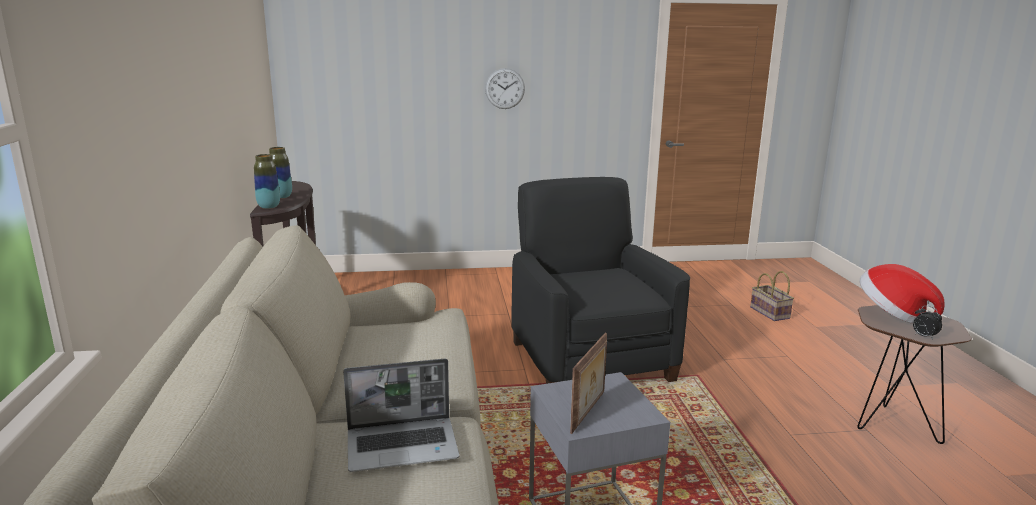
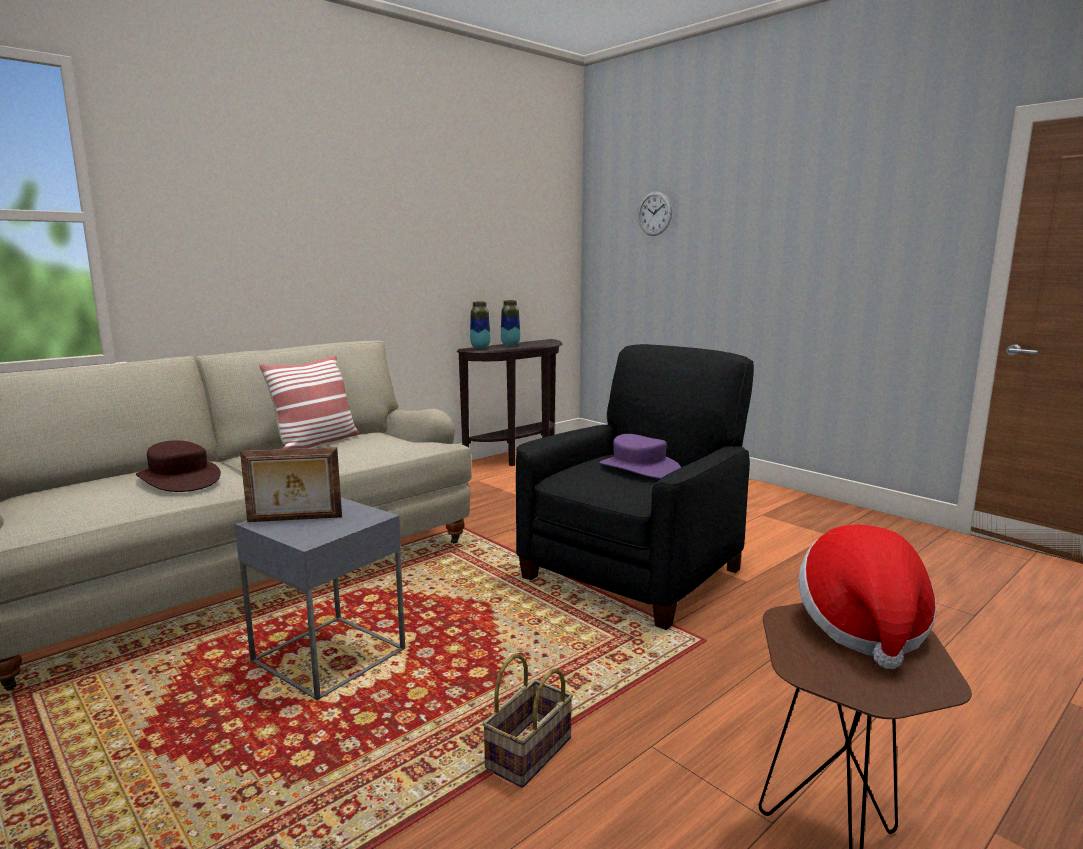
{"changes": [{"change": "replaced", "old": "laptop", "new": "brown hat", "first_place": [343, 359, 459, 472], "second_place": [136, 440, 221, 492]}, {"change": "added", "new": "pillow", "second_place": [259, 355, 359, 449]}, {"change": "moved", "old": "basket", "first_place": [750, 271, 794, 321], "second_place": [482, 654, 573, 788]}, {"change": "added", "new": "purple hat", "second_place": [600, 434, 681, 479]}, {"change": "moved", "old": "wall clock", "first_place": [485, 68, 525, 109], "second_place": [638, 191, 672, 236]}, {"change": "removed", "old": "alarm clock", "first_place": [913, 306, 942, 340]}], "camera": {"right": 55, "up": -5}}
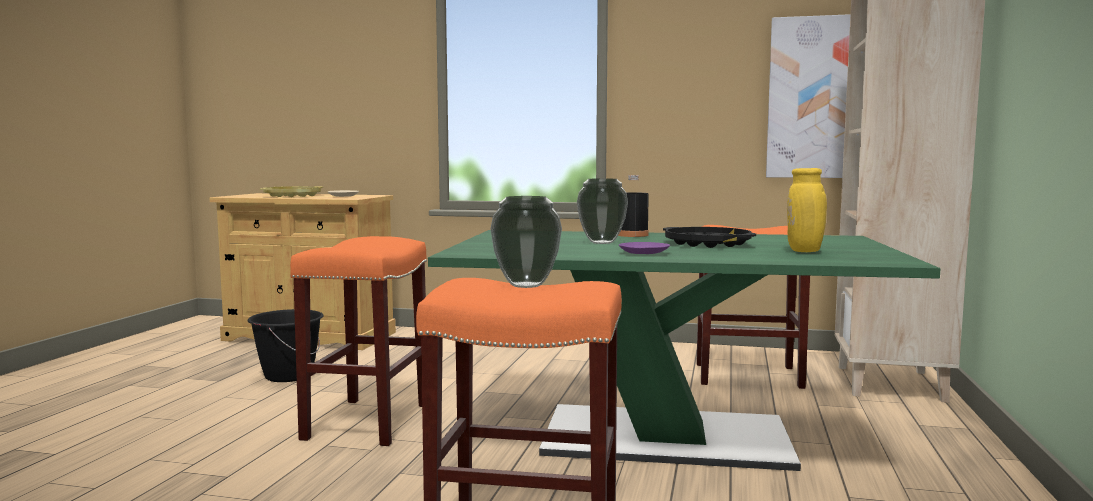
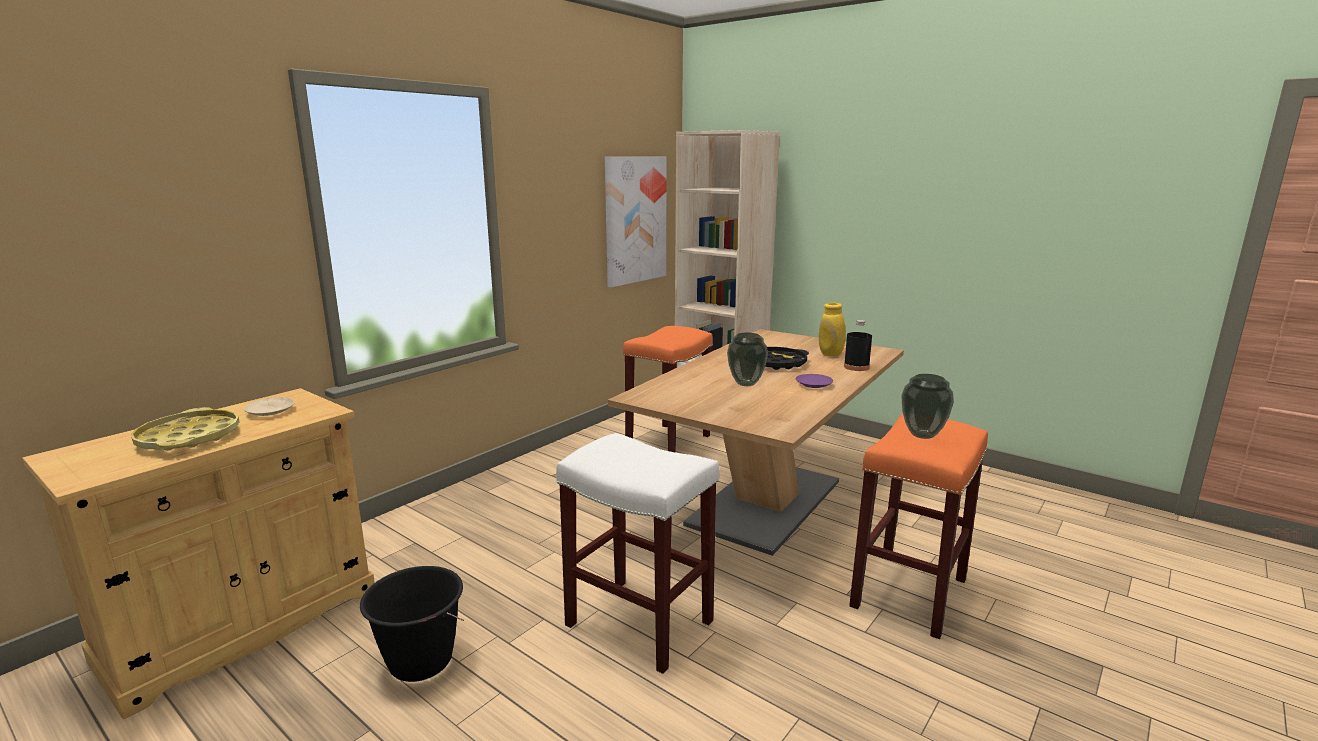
{"changes": [{"change": "recoloured", "old": "orange stool", "new": "white stool", "first_place": [290, 236, 427, 446], "second_place": [556, 433, 719, 674]}, {"change": "recoloured", "old": "green dining table", "new": "brown dining table", "first_place": [428, 230, 941, 471], "second_place": [608, 329, 904, 556]}, {"change": "moved", "old": "black bottle", "first_place": [618, 175, 649, 237], "second_place": [844, 320, 872, 371]}], "camera": {"right": -65, "up": 10}}
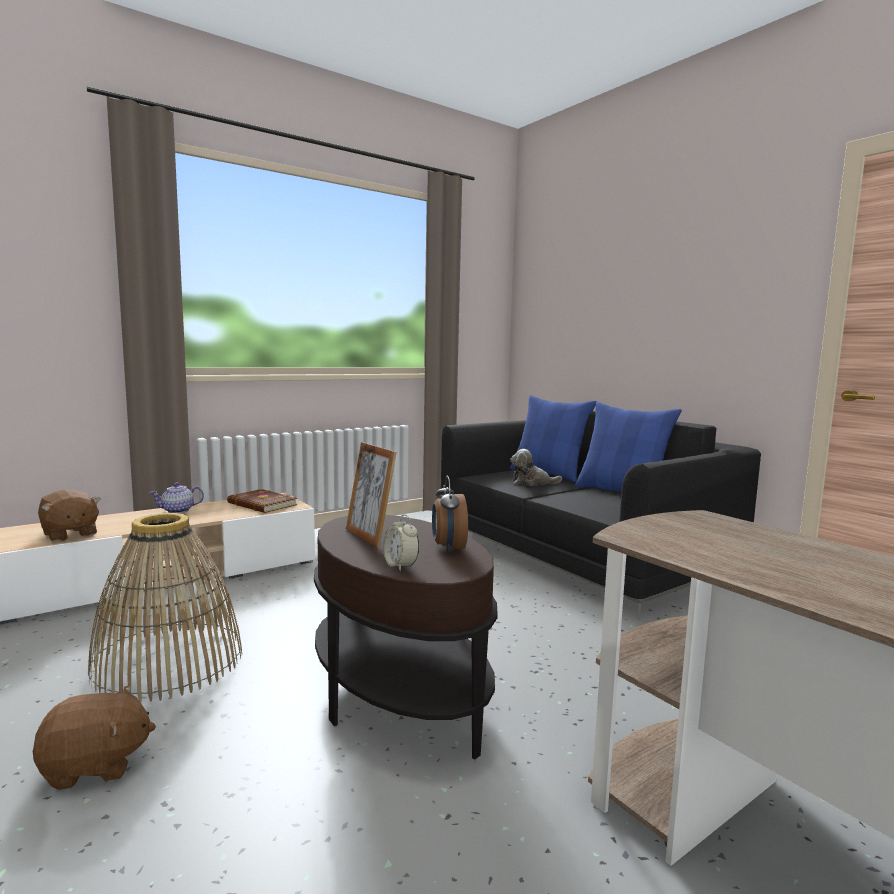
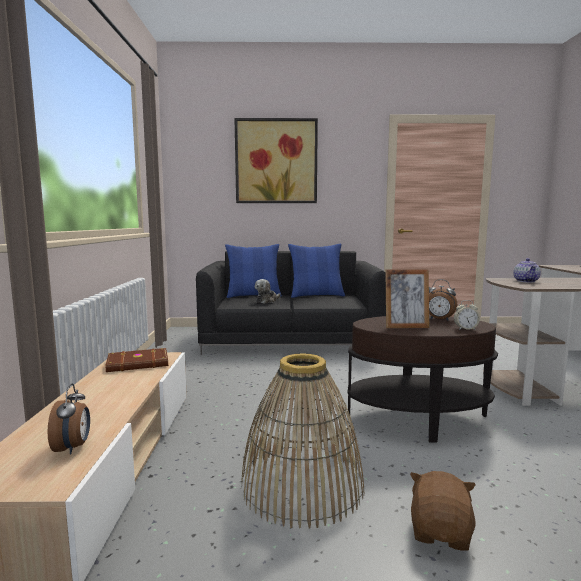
{"changes": [{"change": "replaced", "old": "brown plush toy", "new": "alarm clock", "first_place": [38, 490, 101, 542], "second_place": [48, 384, 90, 455]}, {"change": "added", "new": "picture", "second_place": [234, 118, 318, 203]}, {"change": "moved", "old": "teapot", "first_place": [150, 483, 204, 513], "second_place": [513, 258, 541, 282]}], "camera": {"right": -55, "up": 0}}
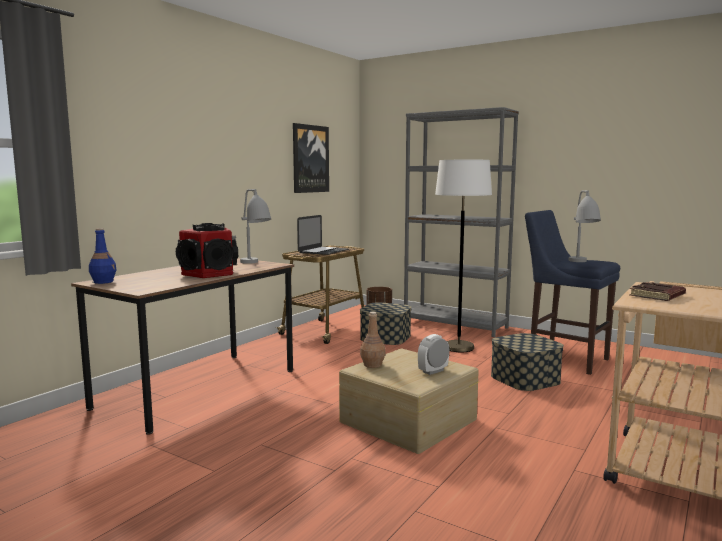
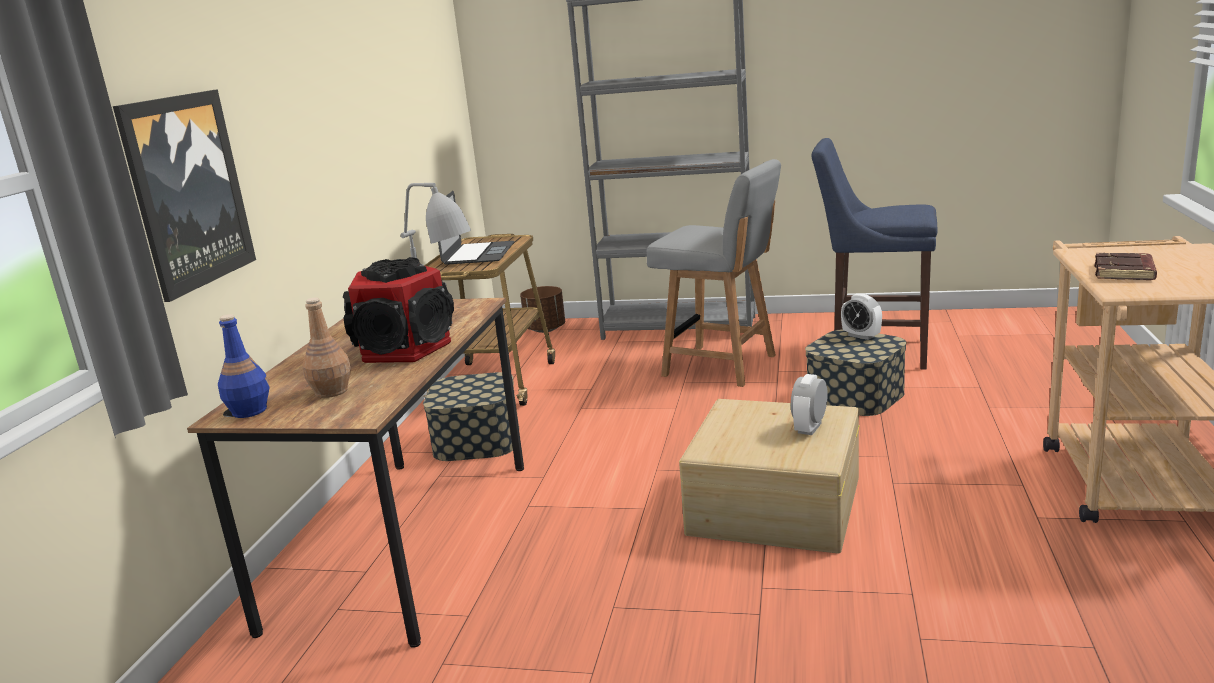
{"changes": [{"change": "moved", "old": "picture", "first_place": [293, 123, 329, 193], "second_place": [113, 89, 256, 302]}, {"change": "moved", "old": "brown bottle", "first_place": [360, 312, 386, 368], "second_place": [302, 297, 351, 398]}, {"change": "moved", "old": "storage box", "first_place": [360, 302, 411, 345], "second_place": [423, 372, 519, 461]}, {"change": "replaced", "old": "white floor lamp", "new": "grey chair", "first_place": [435, 159, 492, 352], "second_place": [646, 159, 781, 387]}, {"change": "added", "new": "alarm clock", "second_place": [841, 293, 882, 340]}, {"change": "removed", "old": "grey table lamp", "first_place": [569, 190, 601, 262]}], "camera": {"right": -20, "up": 10}}
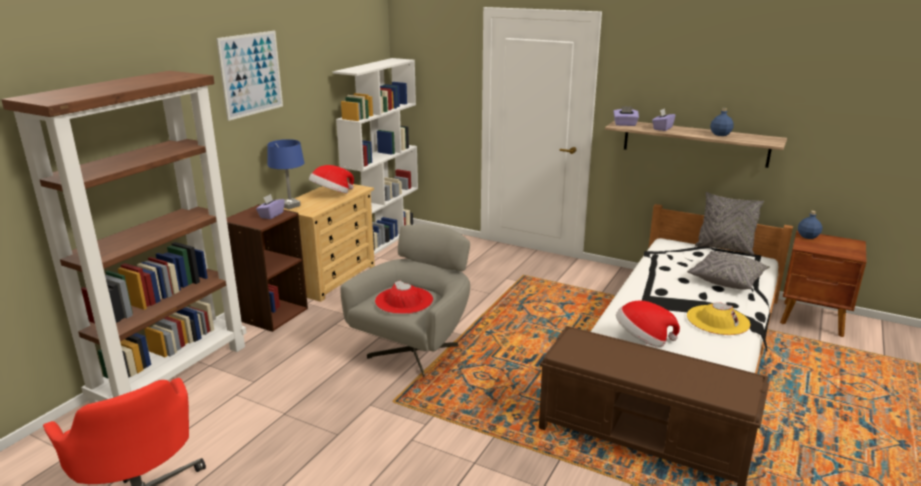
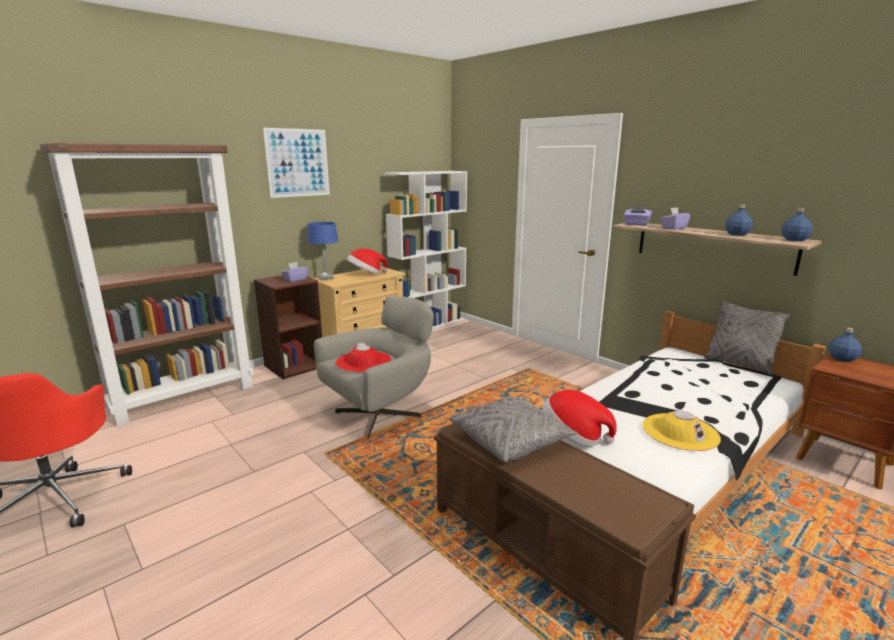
{"changes": [{"change": "moved", "old": "grey pillow", "first_place": [687, 251, 770, 290], "second_place": [449, 396, 578, 463]}, {"change": "added", "new": "blue bottle", "second_place": [781, 208, 813, 241]}], "camera": {"right": 20, "up": -5}}
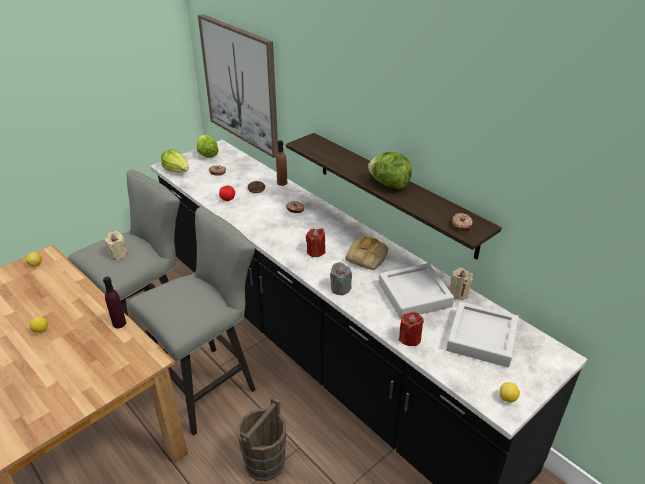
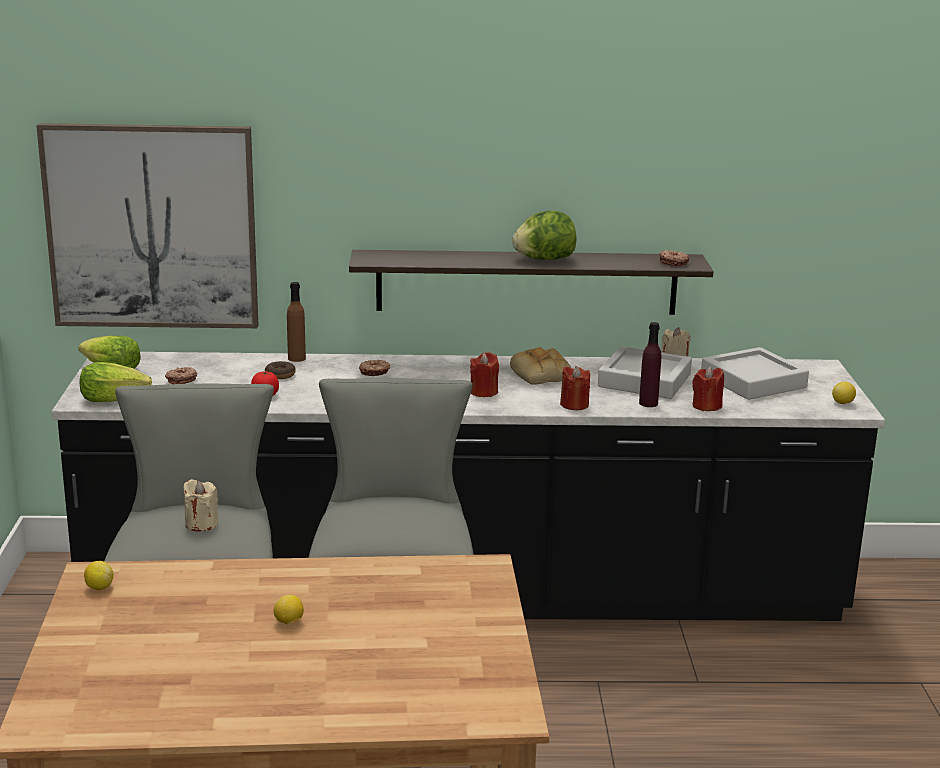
{"changes": [{"change": "recoloured", "old": "grey candle", "new": "red candle", "first_place": [330, 262, 352, 295], "second_place": [560, 366, 590, 410]}, {"change": "moved", "old": "purple bottle", "first_place": [103, 277, 126, 328], "second_place": [639, 322, 661, 407]}, {"change": "removed", "old": "brown bucket", "first_place": [237, 397, 286, 481]}], "camera": {"right": -50, "up": -15}}
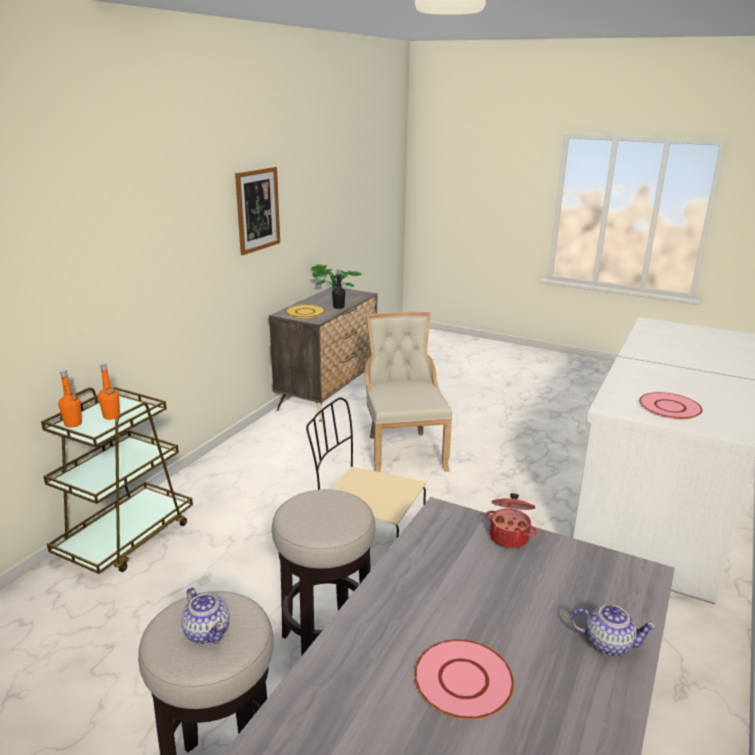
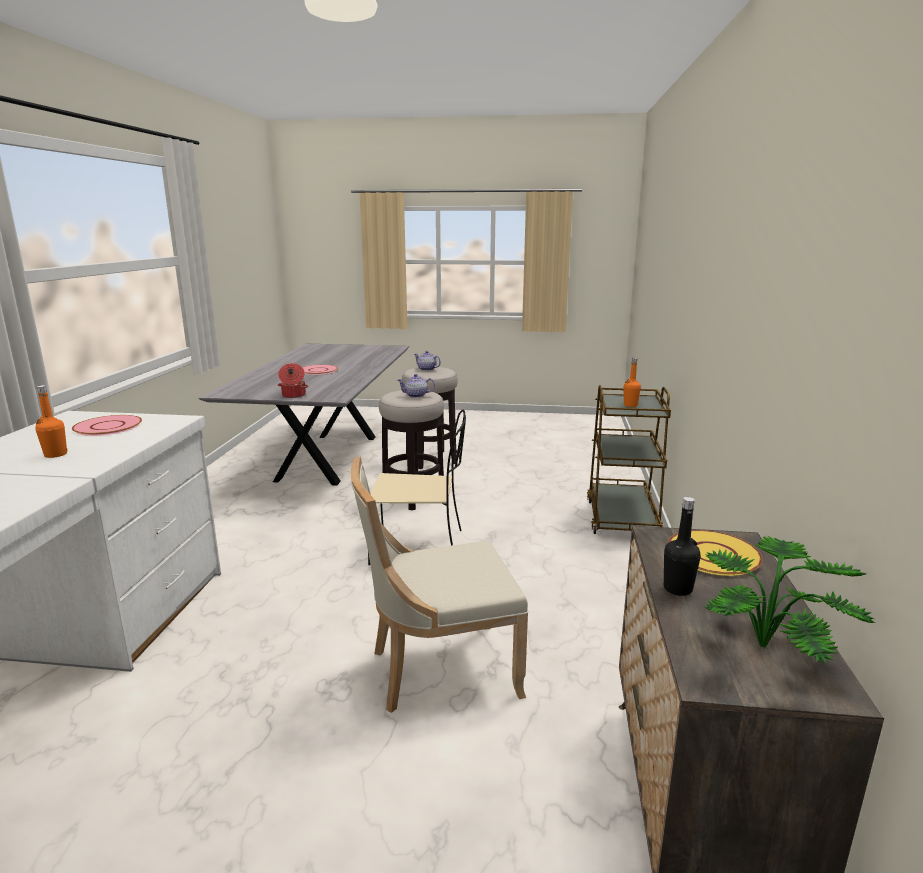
{"changes": [{"change": "moved", "old": "orange bottle", "first_place": [58, 370, 82, 427], "second_place": [35, 385, 67, 458]}, {"change": "turned", "old": "beige chair", "first_place": [365, 312, 452, 472], "second_place": [351, 457, 528, 713], "degrees": 105}, {"change": "moved", "old": "teapot", "first_place": [571, 605, 656, 656], "second_place": [397, 374, 435, 398]}, {"change": "removed", "old": "picture", "first_place": [235, 167, 280, 255]}], "camera": {"right": 160, "up": -5}}
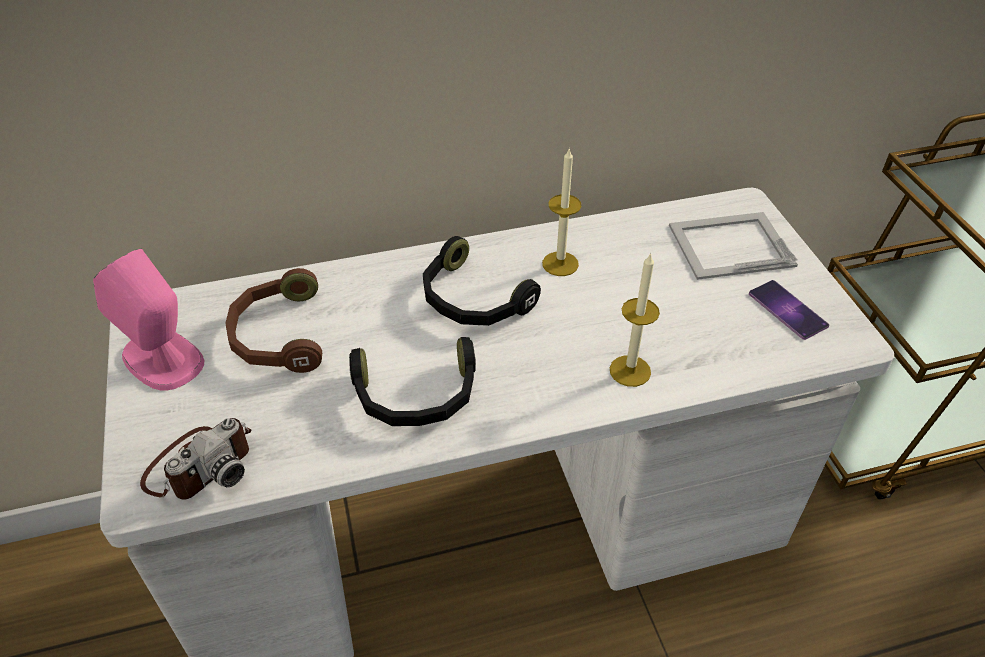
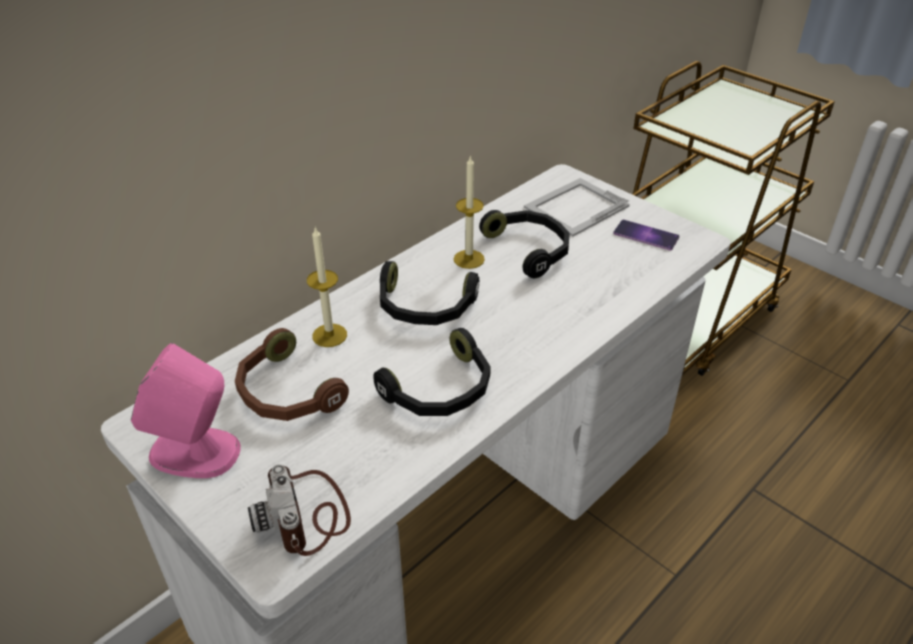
{"changes": [{"change": "turned", "old": "photo camera", "first_place": [140, 418, 251, 500], "second_place": [248, 464, 351, 556], "degrees": 150}, {"change": "moved", "old": "candle", "first_place": [610, 253, 660, 387], "second_place": [307, 226, 347, 347]}, {"change": "added", "new": "black headphones", "second_place": [479, 210, 570, 278]}], "camera": {"right": -30, "up": -5}}
